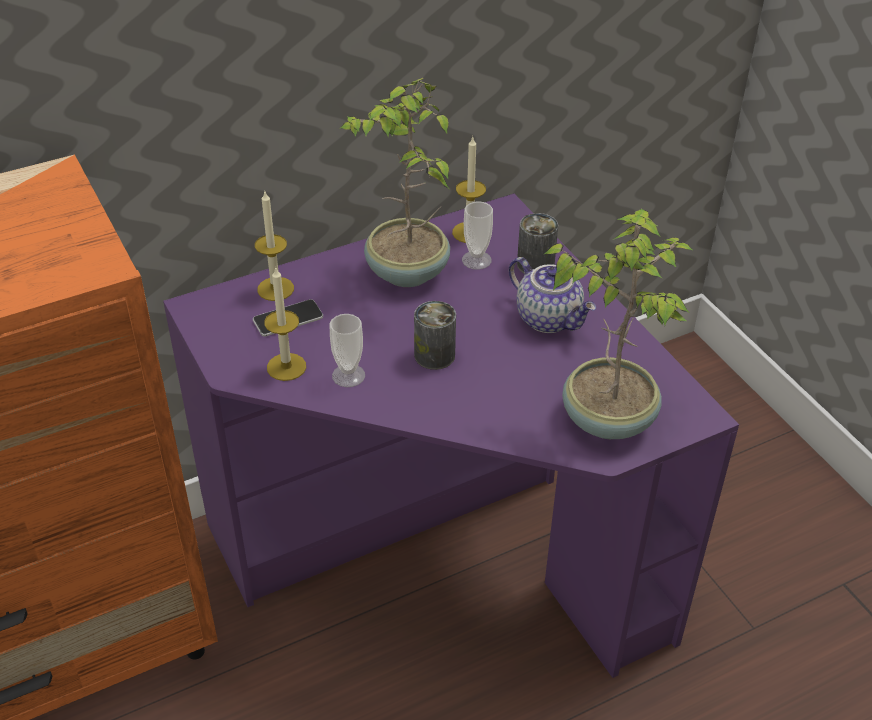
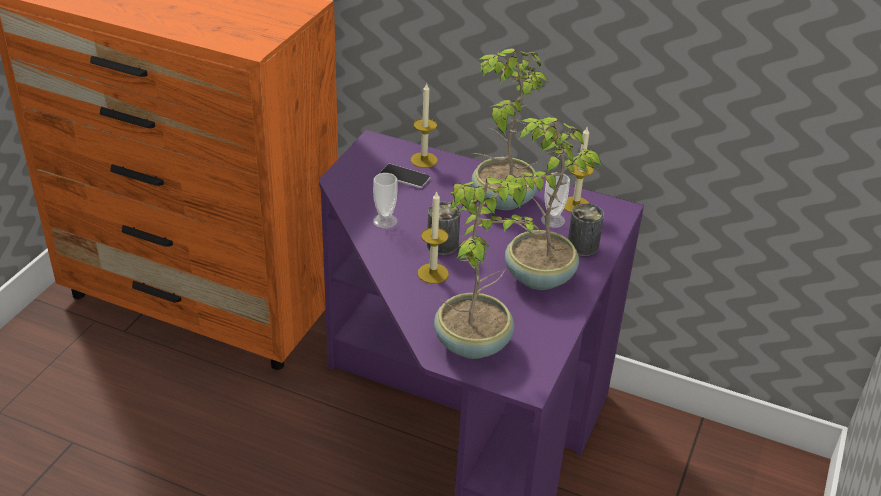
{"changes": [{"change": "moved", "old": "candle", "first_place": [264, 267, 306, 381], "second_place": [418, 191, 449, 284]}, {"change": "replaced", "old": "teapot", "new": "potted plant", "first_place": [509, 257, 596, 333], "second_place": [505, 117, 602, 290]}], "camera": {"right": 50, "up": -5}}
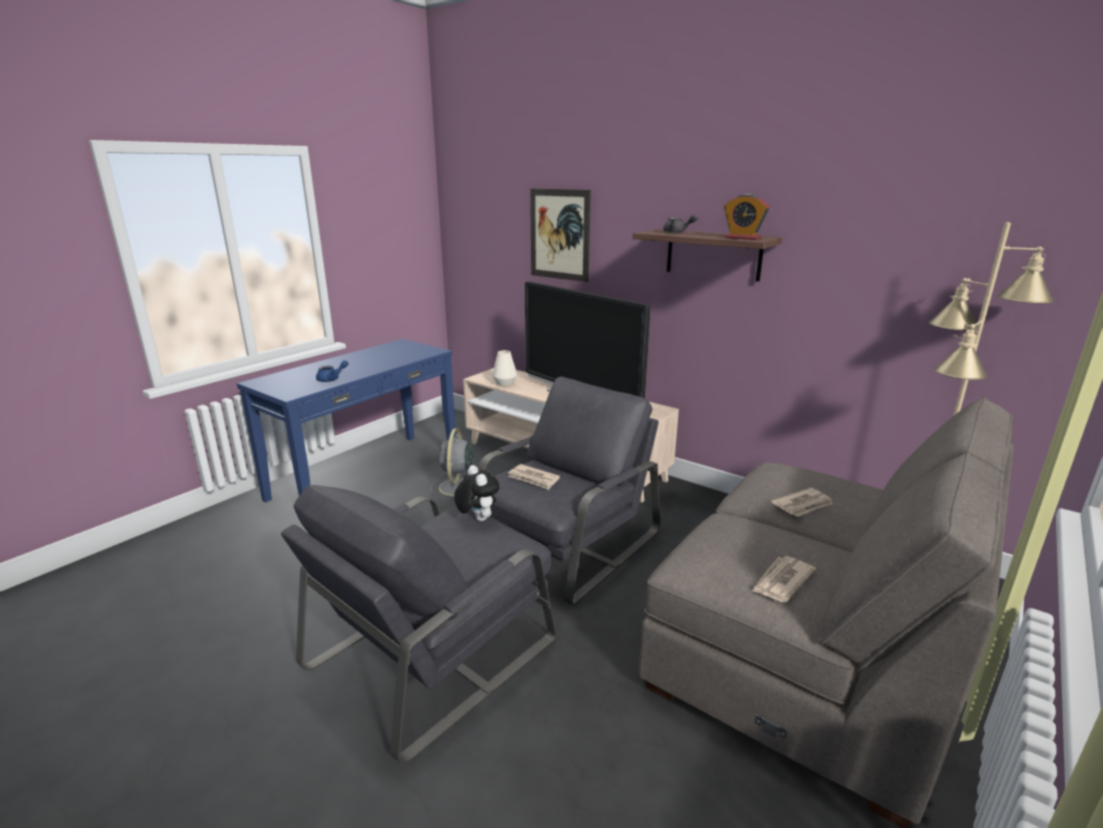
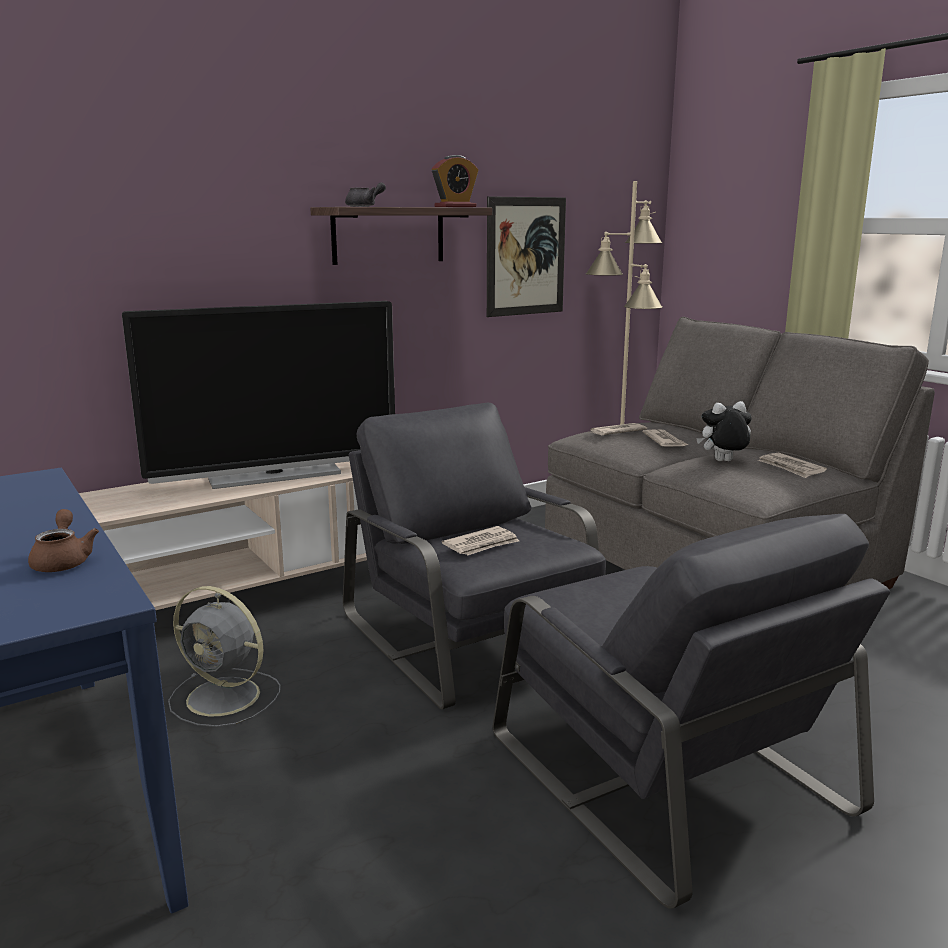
{"changes": [{"change": "recoloured", "old": "blue teapot", "new": "brown teapot", "first_place": [316, 360, 348, 382], "second_place": [28, 509, 99, 572]}, {"change": "moved", "old": "picture", "first_place": [530, 188, 591, 282], "second_place": [487, 196, 566, 317]}, {"change": "added", "new": "newspaper", "second_place": [588, 423, 647, 435]}, {"change": "moved", "old": "plush toy", "first_place": [454, 465, 499, 521], "second_place": [696, 401, 752, 461]}, {"change": "removed", "old": "white vase", "first_place": [492, 350, 517, 386]}], "camera": {"right": -70, "up": -5}}
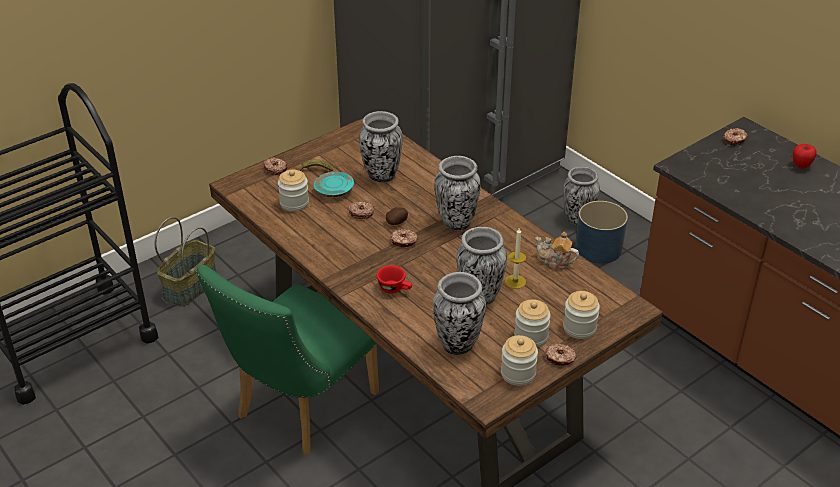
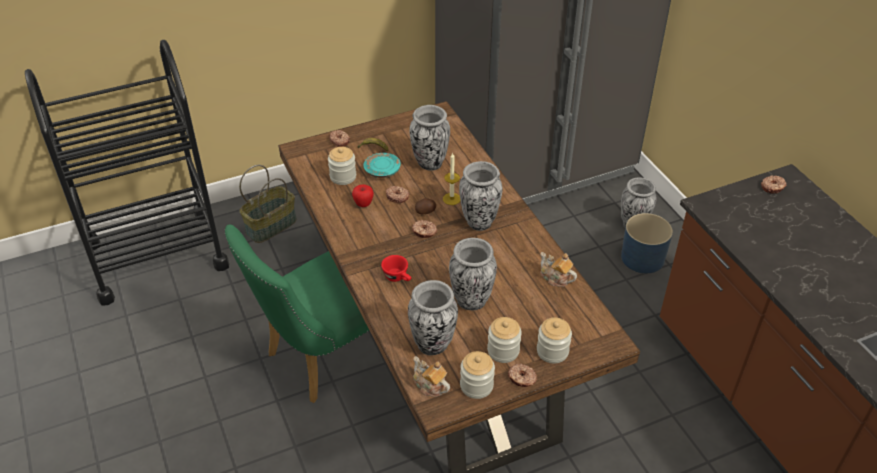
{"changes": [{"change": "moved", "old": "apple", "first_place": [793, 144, 817, 169], "second_place": [352, 185, 374, 207]}, {"change": "added", "new": "teapot", "second_place": [413, 357, 450, 397]}, {"change": "moved", "old": "candle", "first_place": [505, 228, 526, 289], "second_place": [443, 152, 461, 205]}], "camera": {"right": 15, "up": 5}}
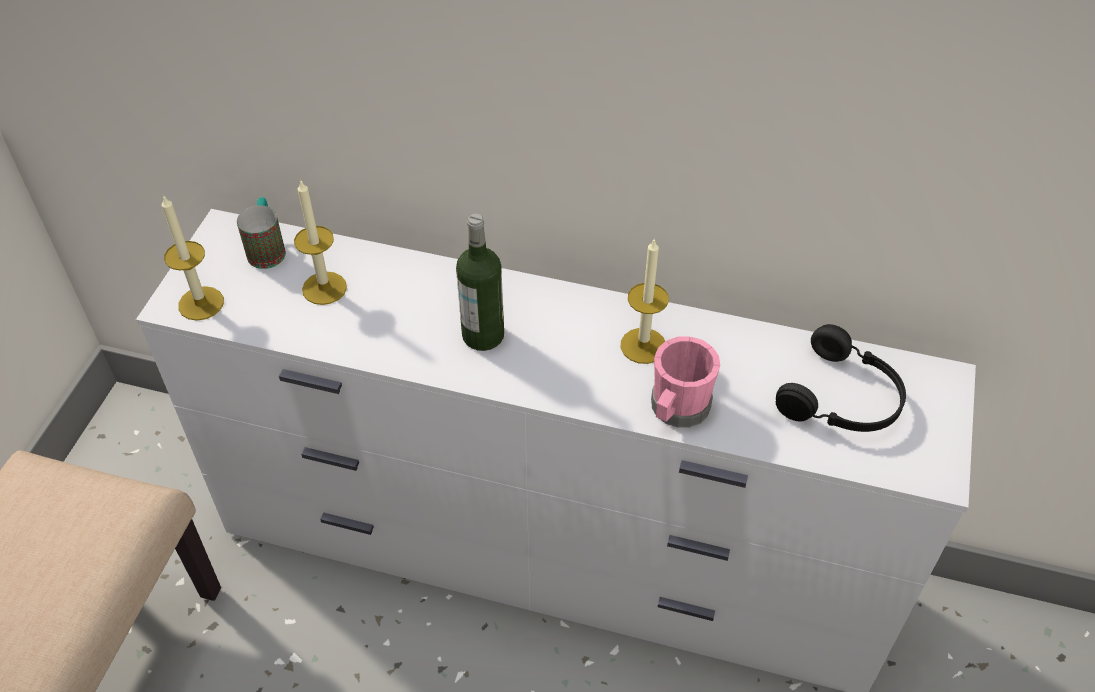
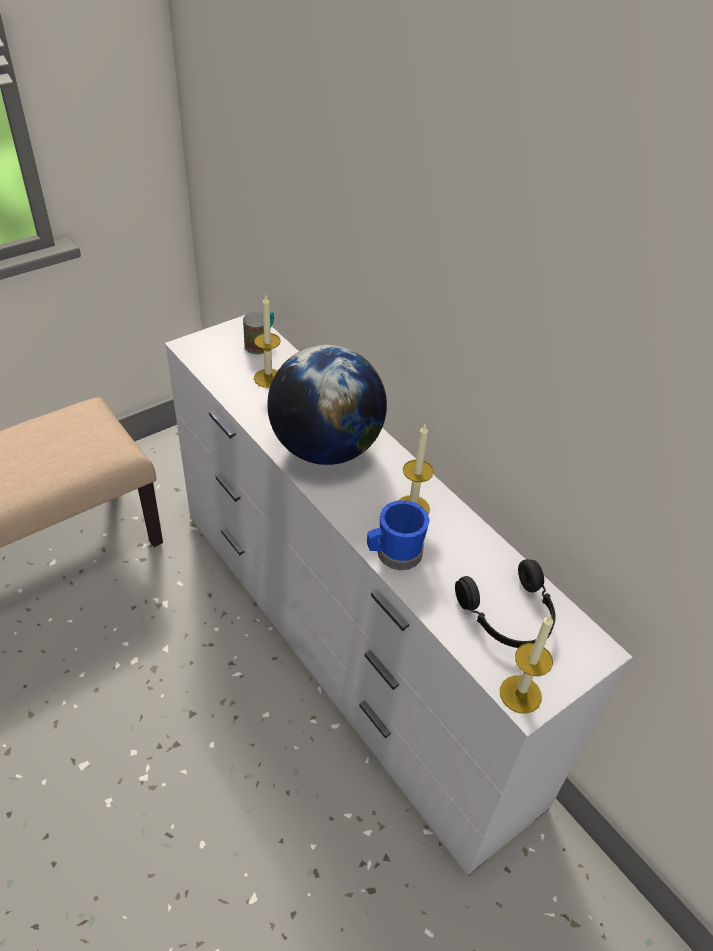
{"changes": [{"change": "replaced", "old": "bottle", "new": "globe", "first_place": [456, 214, 504, 351], "second_place": [267, 345, 387, 465]}, {"change": "recoloured", "old": "pink mug", "new": "blue mug", "first_place": [651, 336, 720, 428], "second_place": [367, 500, 430, 570]}, {"change": "moved", "old": "candle", "first_place": [162, 195, 224, 321], "second_place": [500, 614, 553, 714]}], "camera": {"right": 35, "up": -5}}
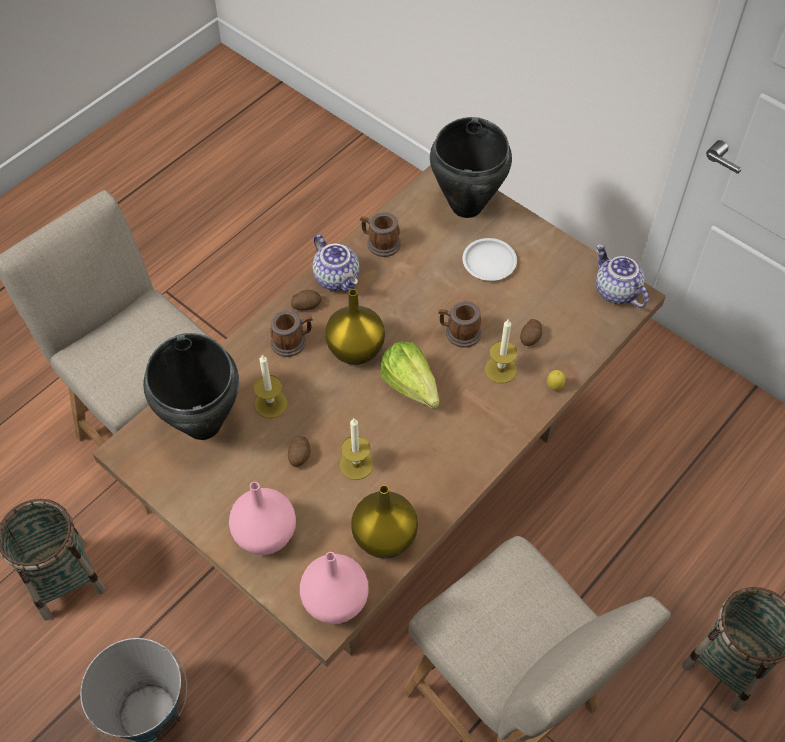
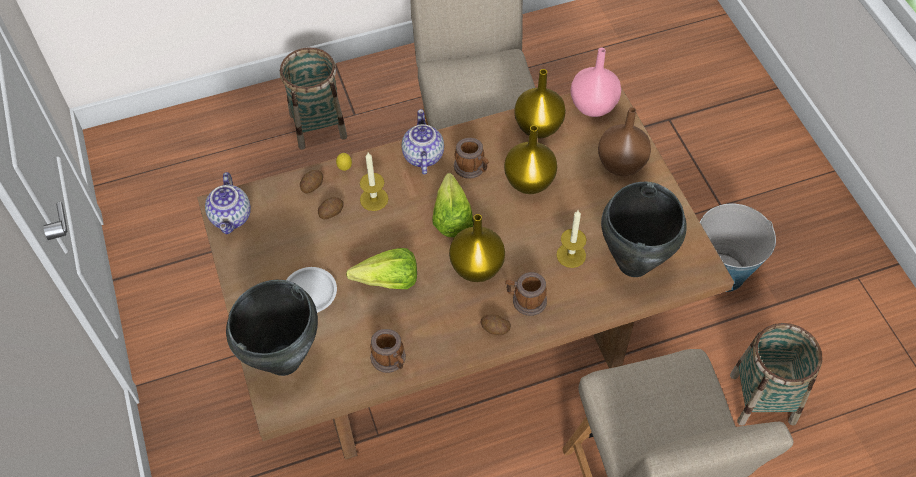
{"changes": [{"change": "moved", "old": "potato", "first_place": [288, 436, 311, 467], "second_place": [300, 170, 323, 193]}, {"change": "added", "new": "lettuce", "second_place": [346, 248, 417, 289]}, {"change": "moved", "old": "teapot", "first_place": [313, 234, 360, 292], "second_place": [402, 109, 444, 175]}, {"change": "moved", "old": "mug", "first_place": [438, 301, 481, 348], "second_place": [454, 138, 489, 179]}, {"change": "replaced", "old": "candle", "new": "yellow vase", "first_place": [340, 418, 373, 480], "second_place": [504, 125, 557, 194]}, {"change": "recoloured", "old": "pink vase", "new": "brown vase", "first_place": [229, 482, 296, 555], "second_place": [598, 107, 651, 176]}], "camera": {"right": -150, "up": 0}}
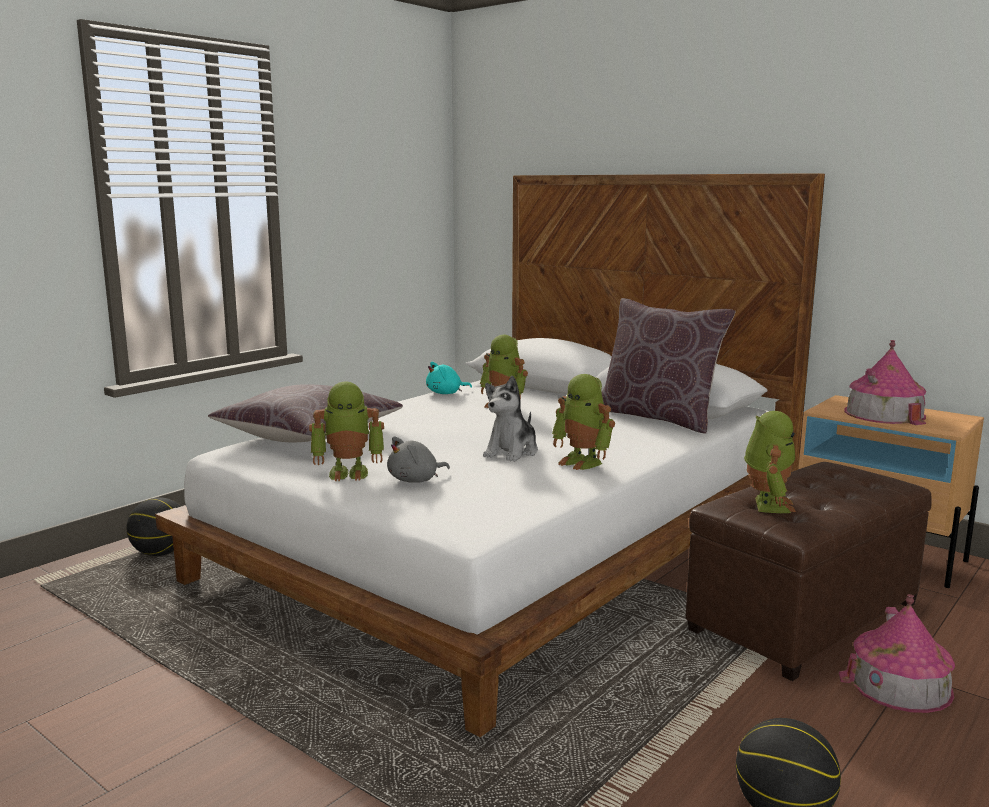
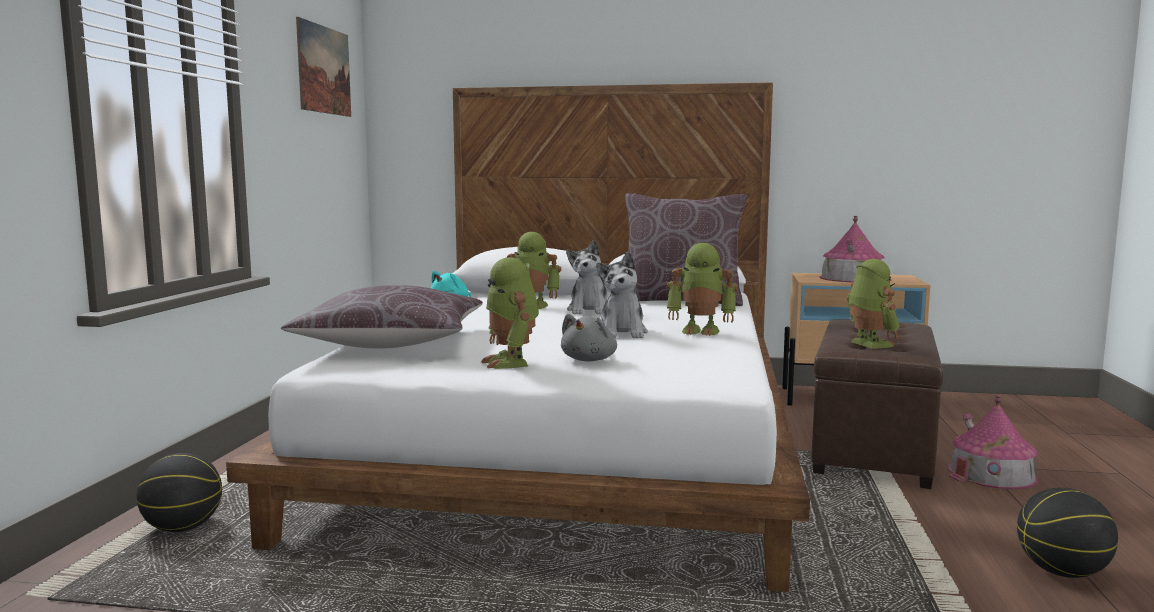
{"changes": [{"change": "added", "new": "picture", "second_place": [296, 17, 351, 117]}, {"change": "turned", "old": "toy robot", "first_place": [309, 381, 384, 481], "second_place": [481, 257, 539, 369], "degrees": 105}, {"change": "added", "new": "plush toy", "second_place": [566, 240, 608, 315]}], "camera": {"right": -30, "up": -5}}
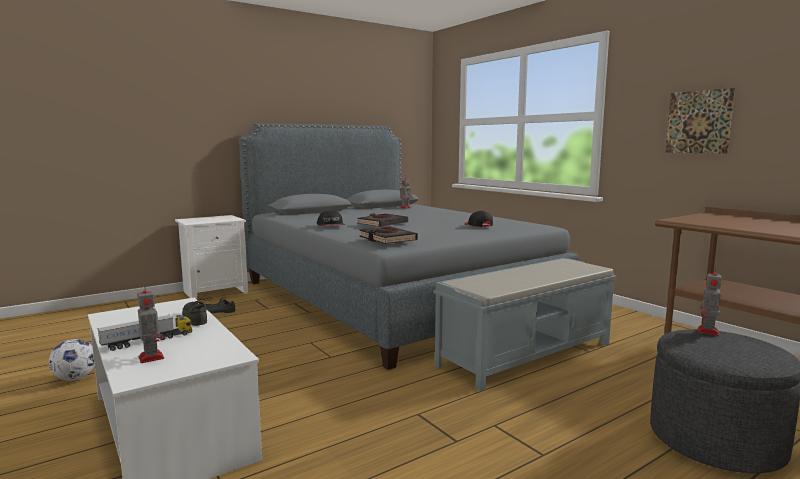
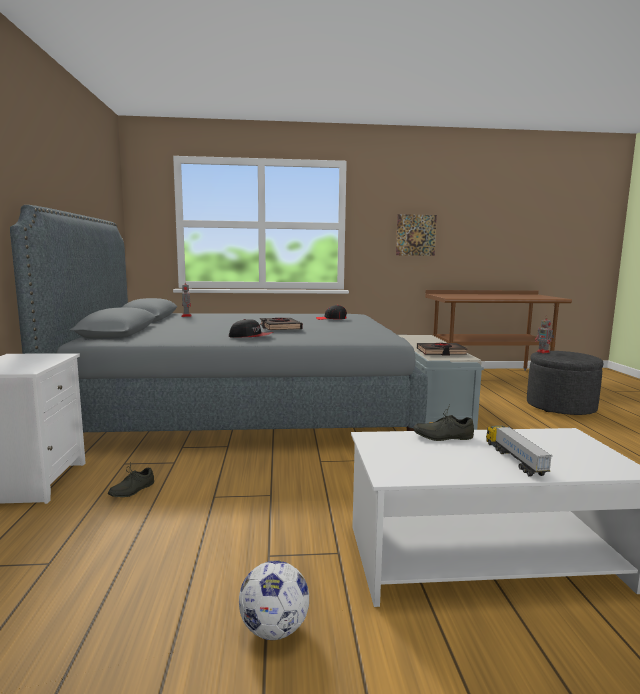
{"changes": [{"change": "moved", "old": "black book", "first_place": [360, 227, 418, 244], "second_place": [417, 343, 467, 356]}, {"change": "removed", "old": "toy robot", "first_place": [137, 283, 164, 363]}], "camera": {"right": -60, "up": 0}}
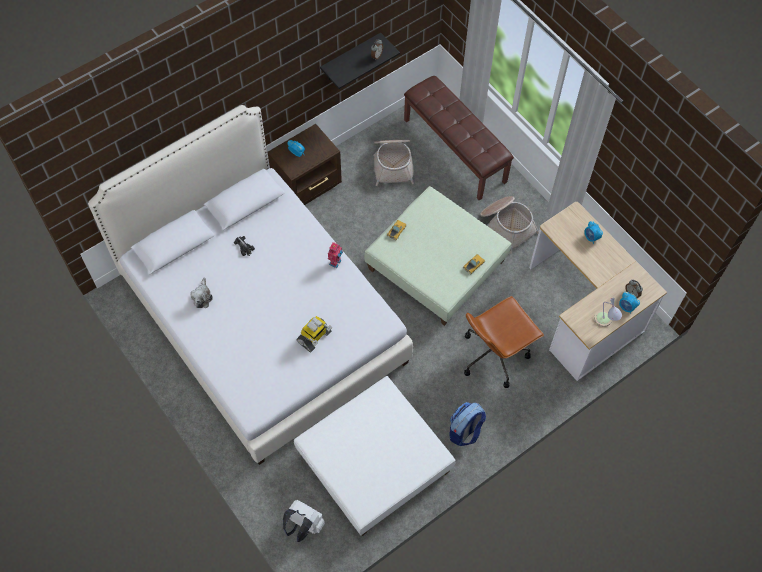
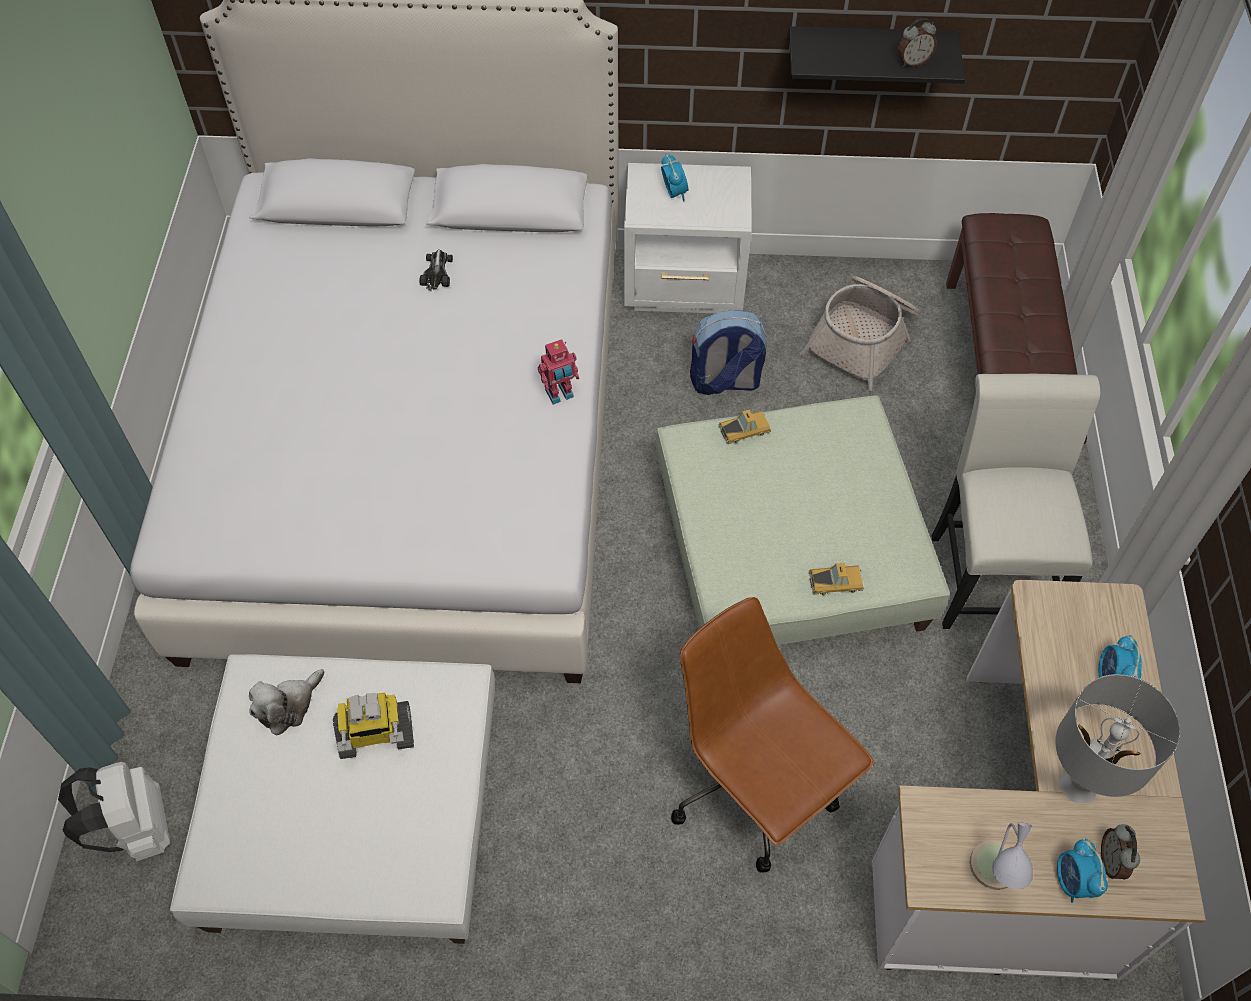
{"changes": [{"change": "moved", "old": "plush toy", "first_place": [190, 277, 213, 308], "second_place": [249, 669, 325, 736]}, {"change": "moved", "old": "toy robot", "first_place": [296, 316, 332, 352], "second_place": [333, 692, 414, 759]}, {"change": "recoloured", "old": "brown nightstand", "new": "white nightstand", "first_place": [268, 124, 342, 205], "second_place": [624, 163, 752, 313]}, {"change": "turned", "old": "brown office chair", "first_place": [464, 296, 544, 388], "second_place": [671, 597, 874, 872], "degrees": 45}, {"change": "moved", "old": "backpack", "first_place": [449, 402, 486, 446], "second_place": [690, 310, 767, 395]}, {"change": "replaced", "old": "basket", "new": "white chair", "first_place": [480, 196, 539, 254], "second_place": [932, 374, 1100, 629]}, {"change": "added", "new": "grey table lamp", "second_place": [1055, 674, 1180, 803]}], "camera": {"right": 40, "up": -5}}
